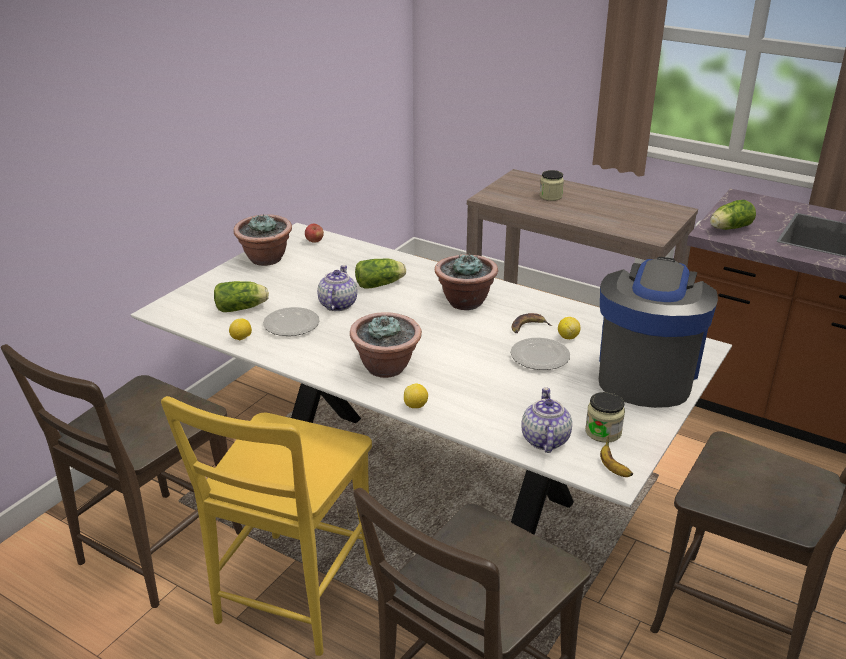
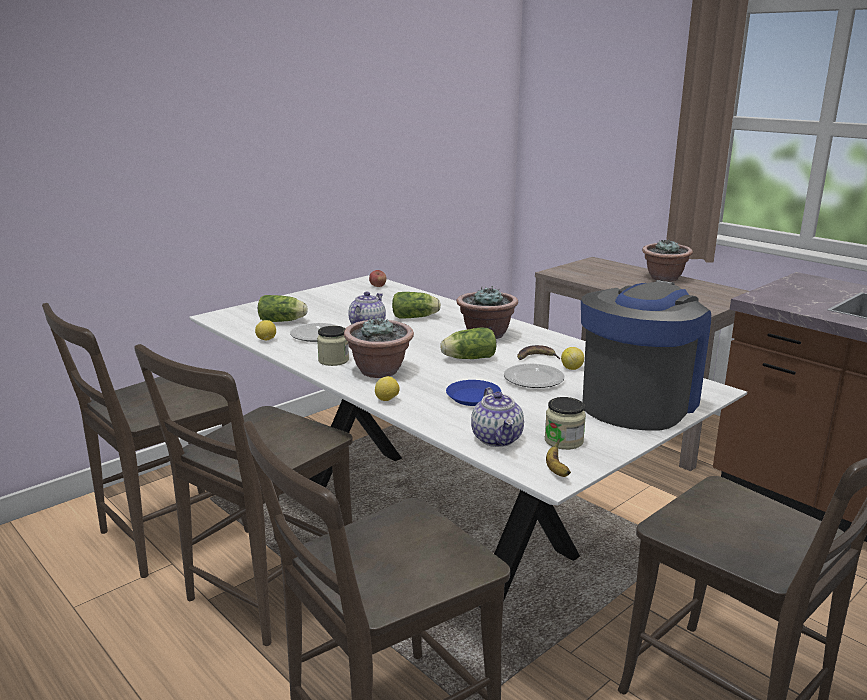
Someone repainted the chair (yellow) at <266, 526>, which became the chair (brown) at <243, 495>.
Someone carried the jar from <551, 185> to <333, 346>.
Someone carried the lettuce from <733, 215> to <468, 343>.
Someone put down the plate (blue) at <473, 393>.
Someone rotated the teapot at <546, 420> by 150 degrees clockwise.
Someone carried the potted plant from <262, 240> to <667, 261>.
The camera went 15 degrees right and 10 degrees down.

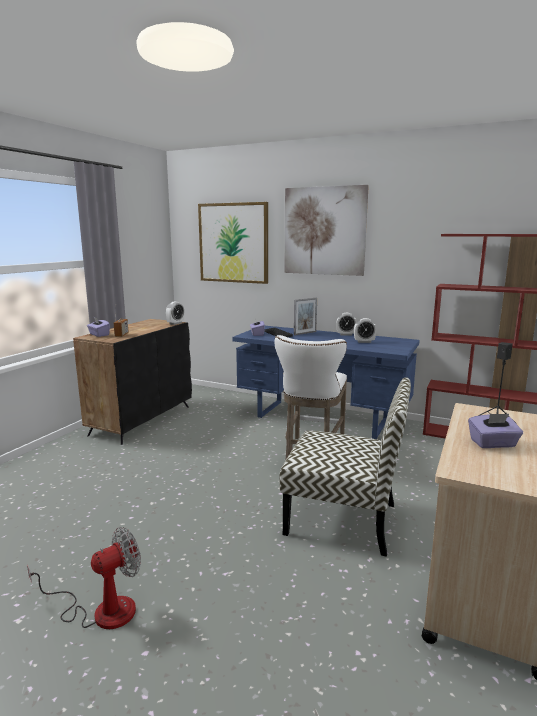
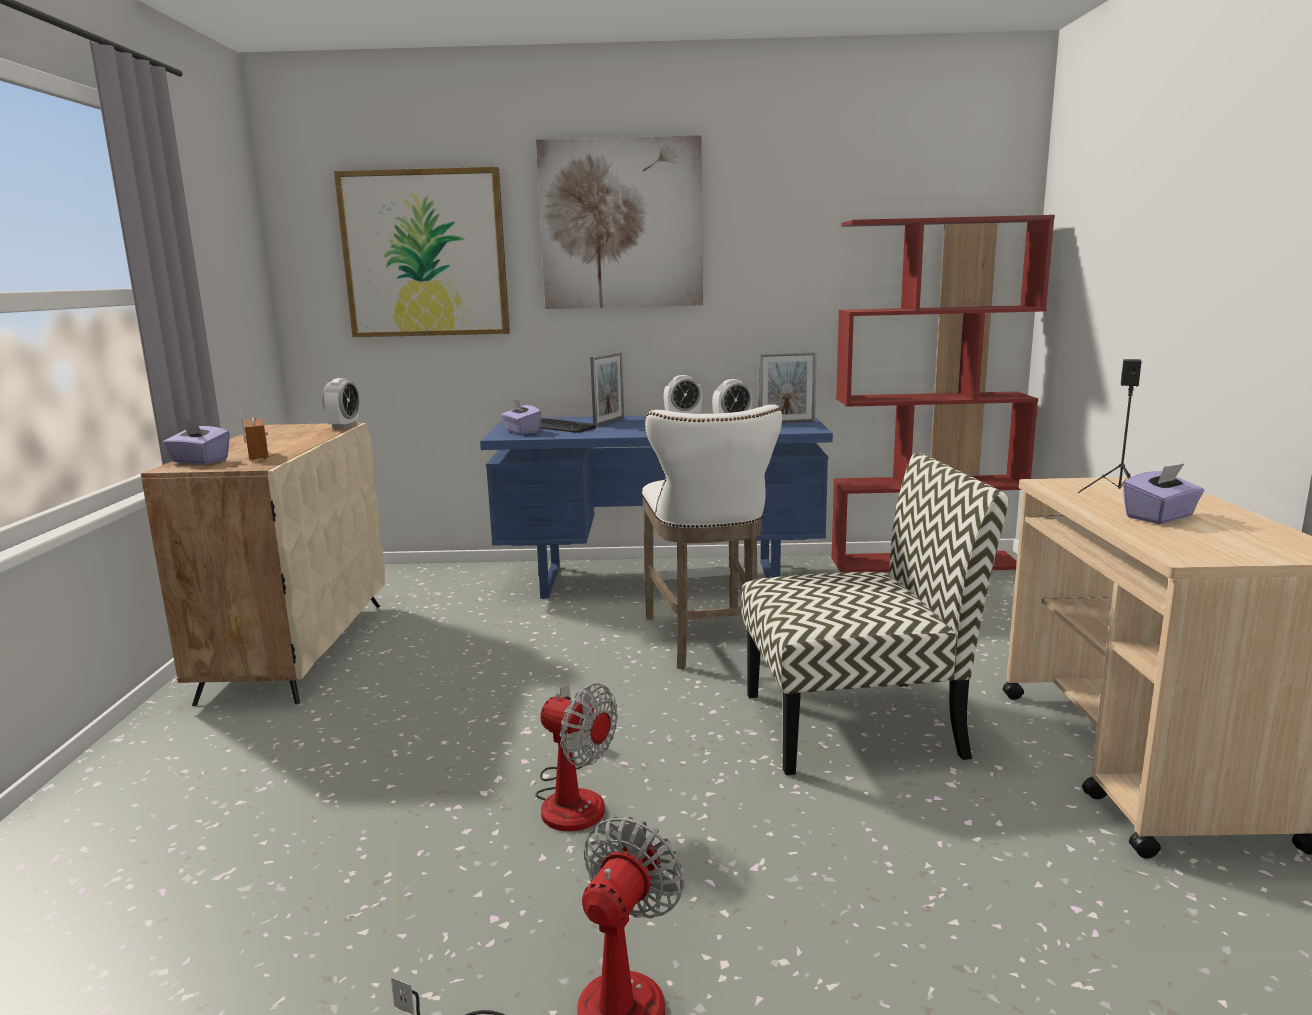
Someone repainted the cabinet (black) at <132, 382>, which became the cabinet (beige) at <263, 564>.
Someone put down the fan at <576, 757>.
Someone put down the picture frame at <787, 387>.
The camera went 25 degrees left and 0 degrees up.

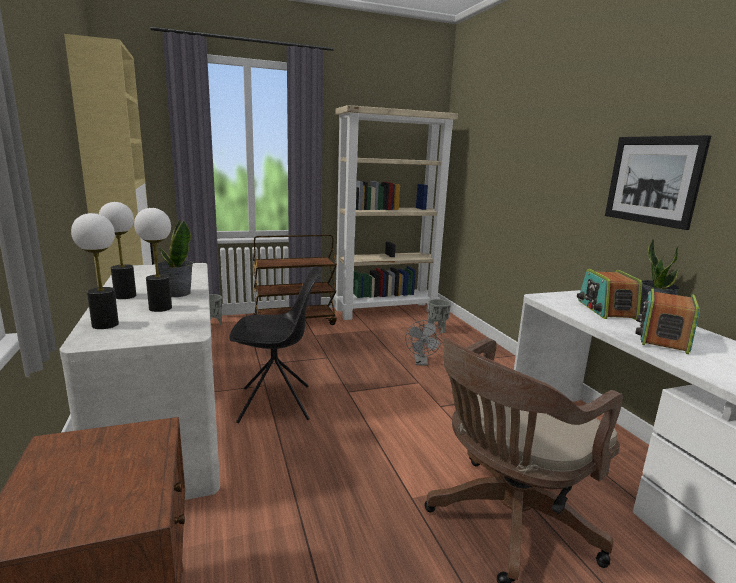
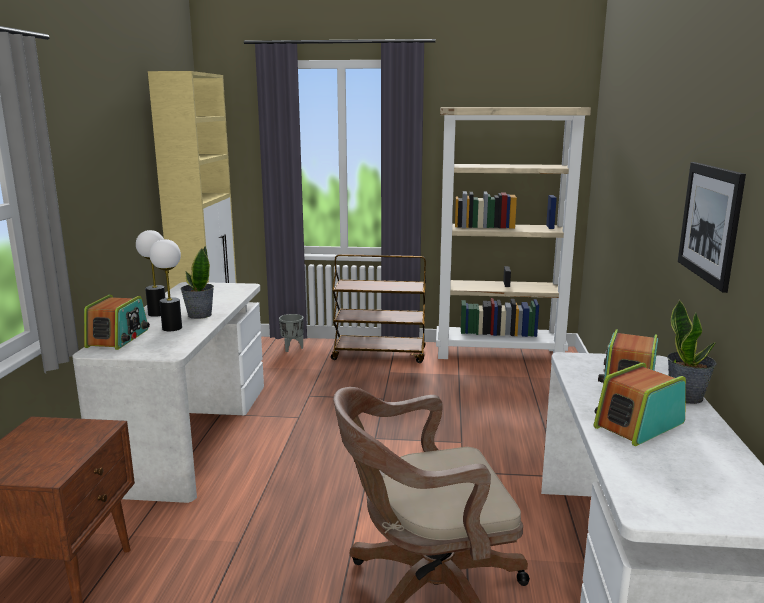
Someone swapped the table lamp at <95, 271> for the radio at <117, 322>.
Someone took away the chair (black) at <275, 344>.
Someone took away the fan (grey) at <423, 343>.
Someone took away the planter (grey) at <439, 316>.
The camera went 25 degrees right and 0 degrees up.

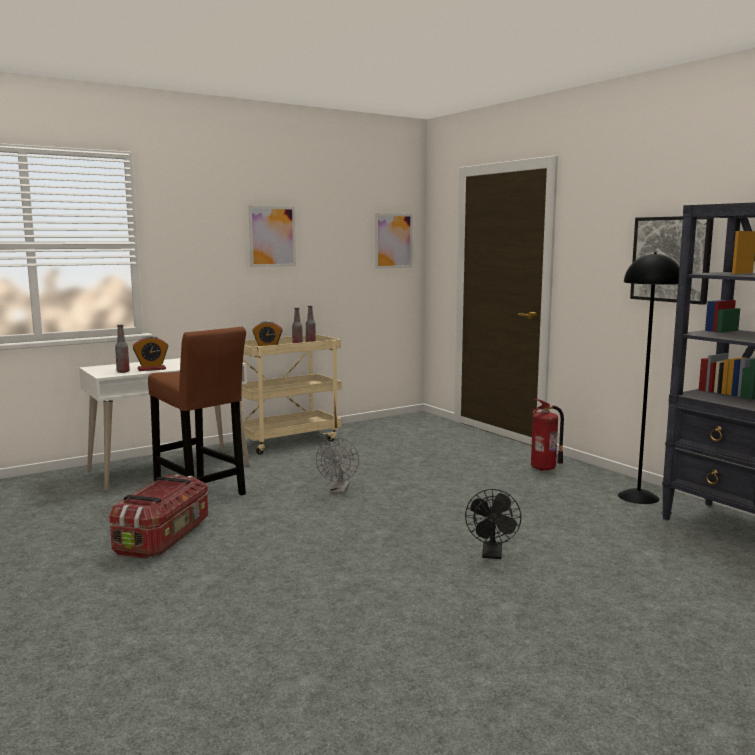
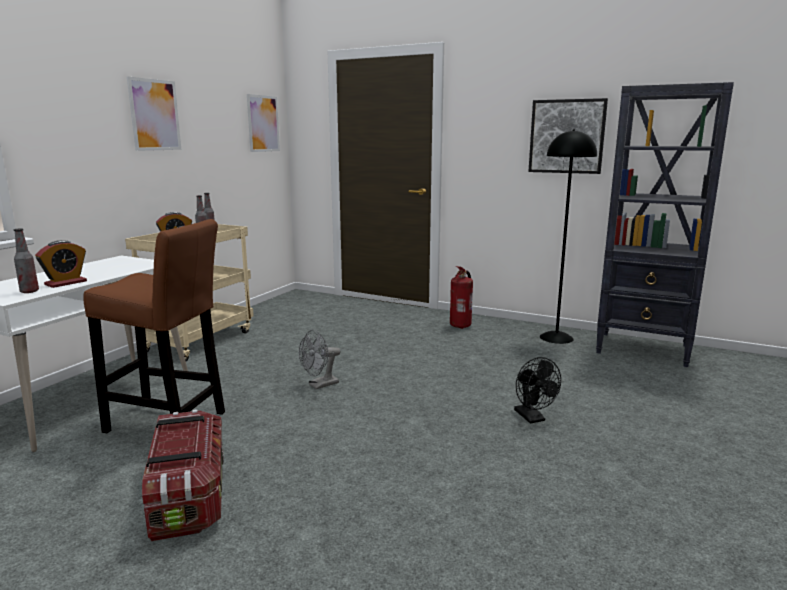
Someone rotated the fan (grey) at <337, 466> by 75 degrees clockwise.
The camera went 30 degrees left and 5 degrees up.

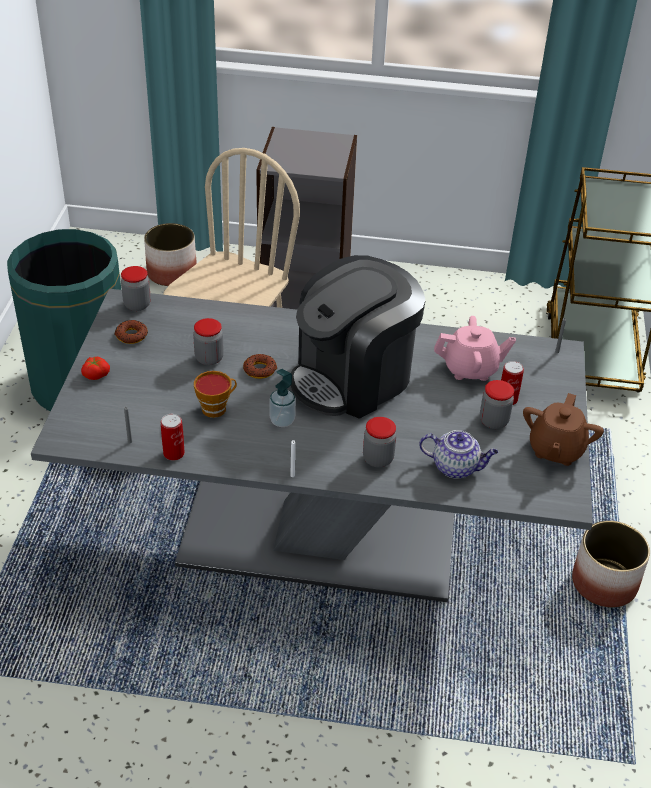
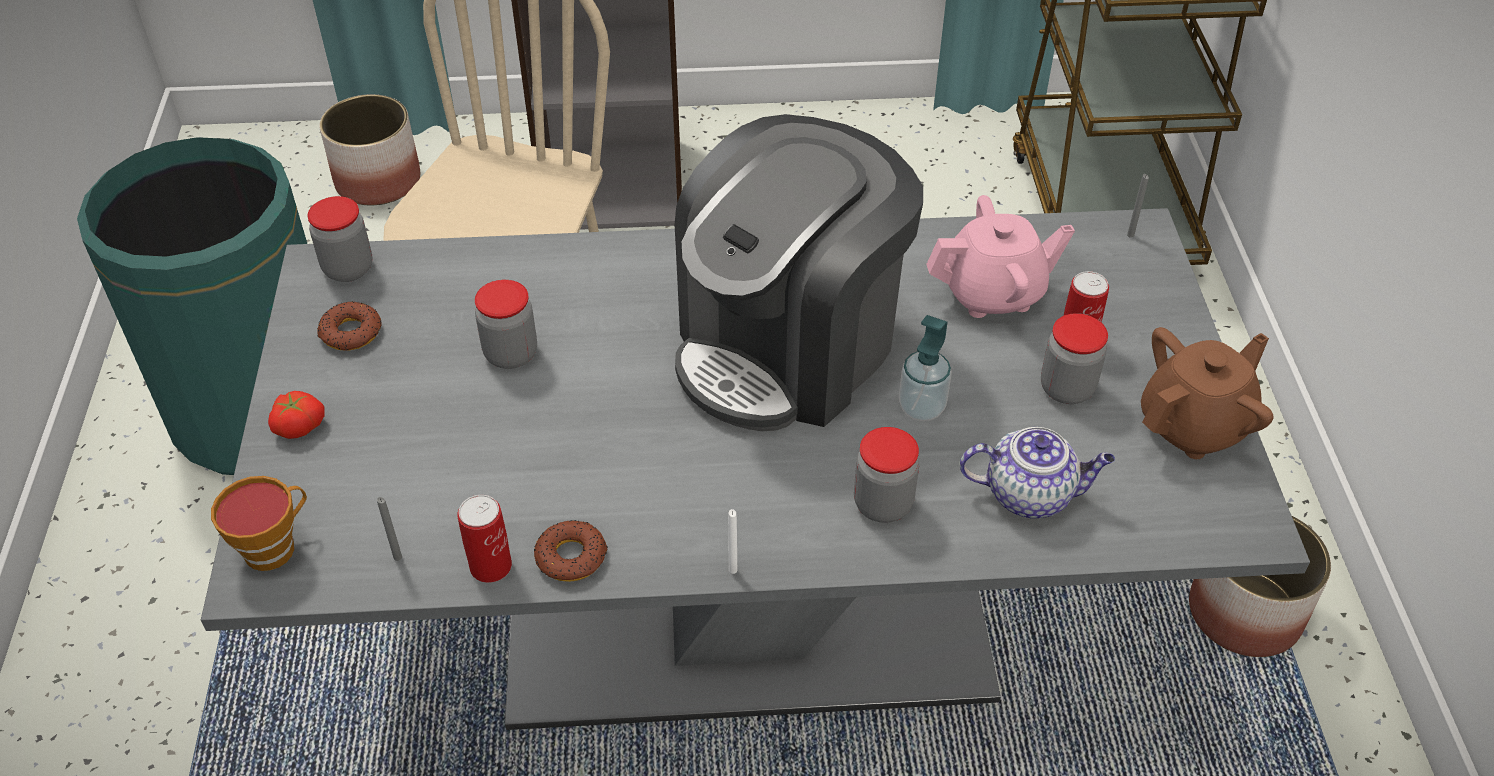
Someone carried the cup from <215, 394> to <259, 523>.
Someone carried the donut from <260, 366> to <571, 551>.
Someone carried the soap dispenser from <282, 398> to <925, 368>.
Someone rotated the teapot (brown) at <563, 429> by 135 degrees counterclockwise.
The camera went 10 degrees left and 5 degrees up.

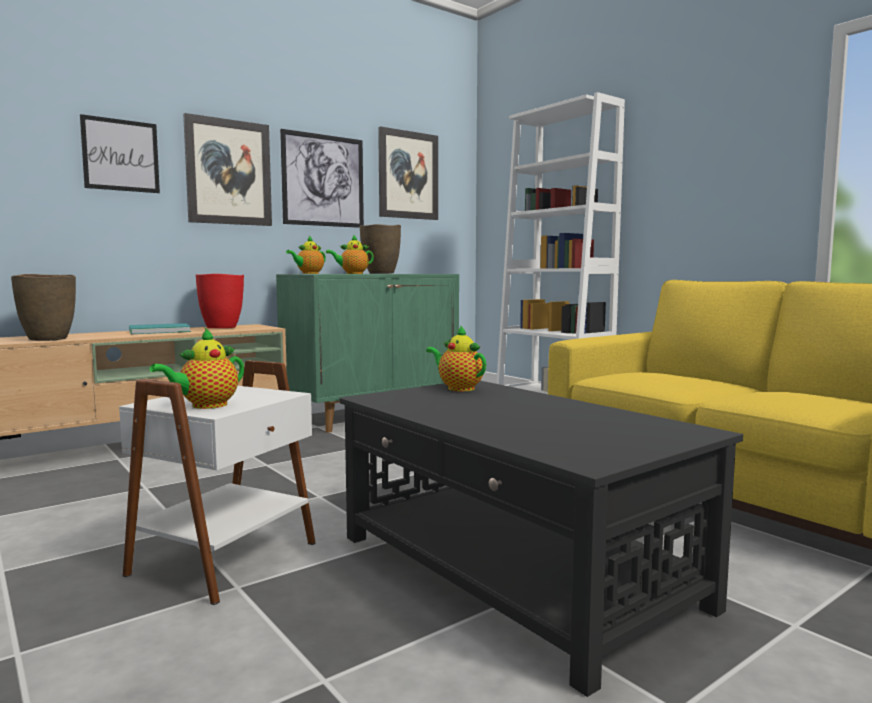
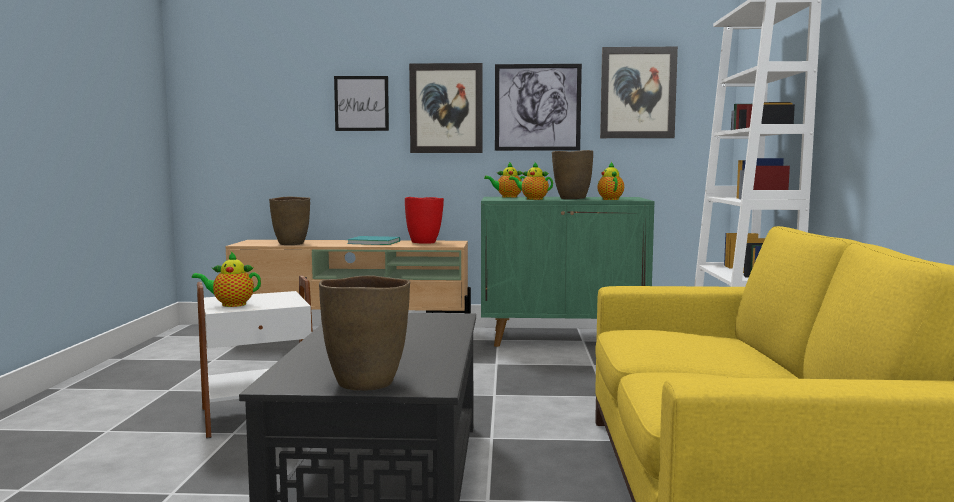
Someone put down the vase (brown) at <364, 333>.
Someone carried the teapot from <456, 358> to <610, 181>.
The camera went 40 degrees right and 0 degrees up.

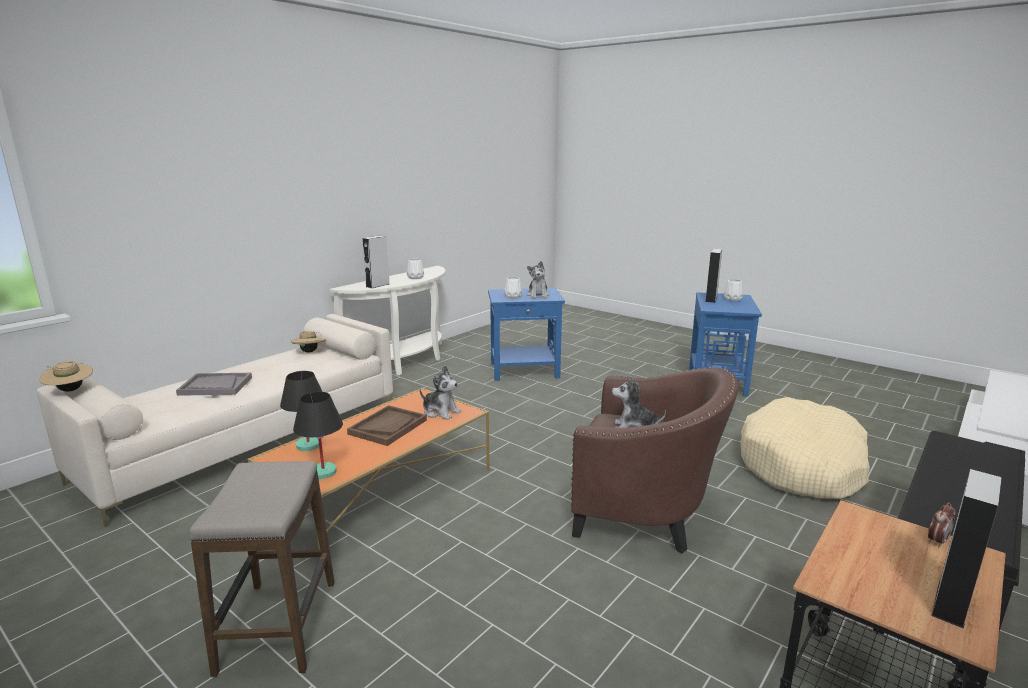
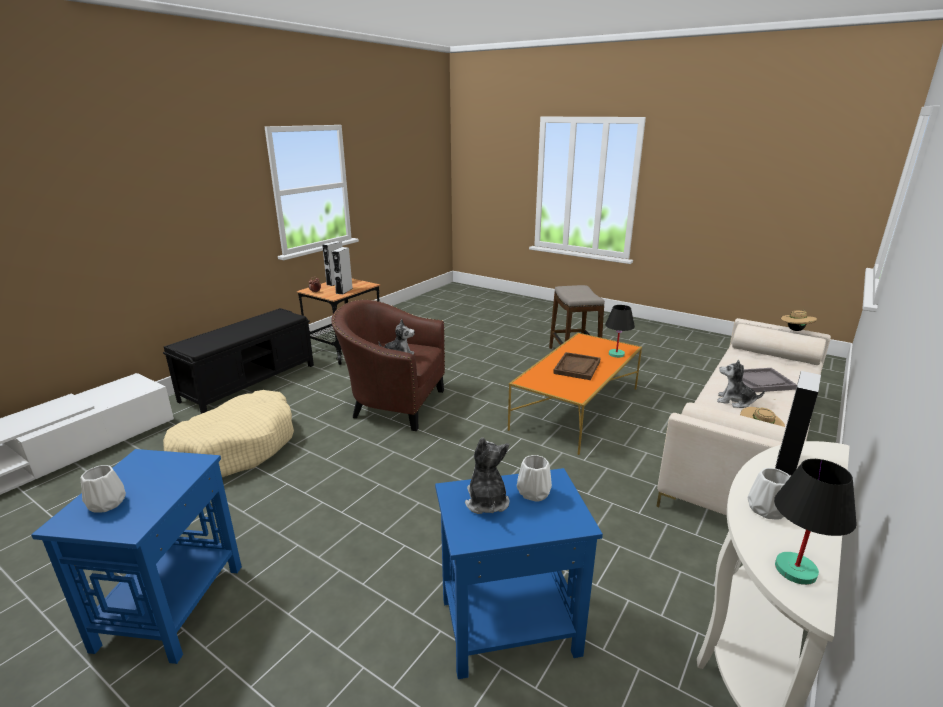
Someone carried the speaker (grey) from <713, 276> to <342, 270>.
Someone carried the plush toy from <440, 393> to <741, 384>.
Someone carried the table lamp (black) from <318, 435> to <815, 522>.
The camera went 175 degrees right and 5 degrees up.

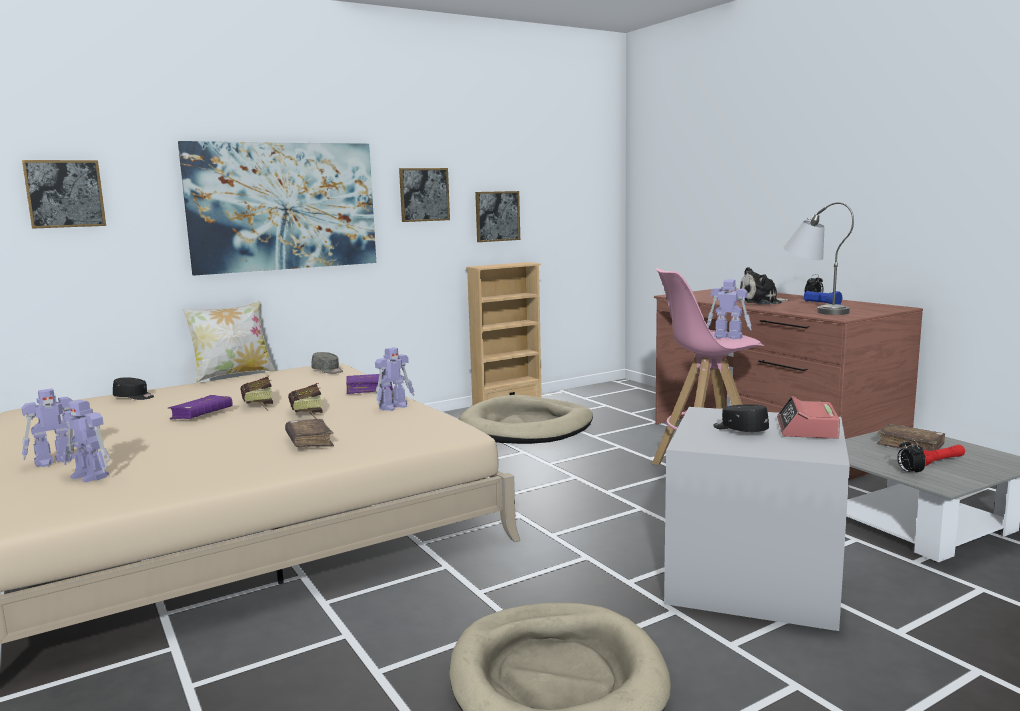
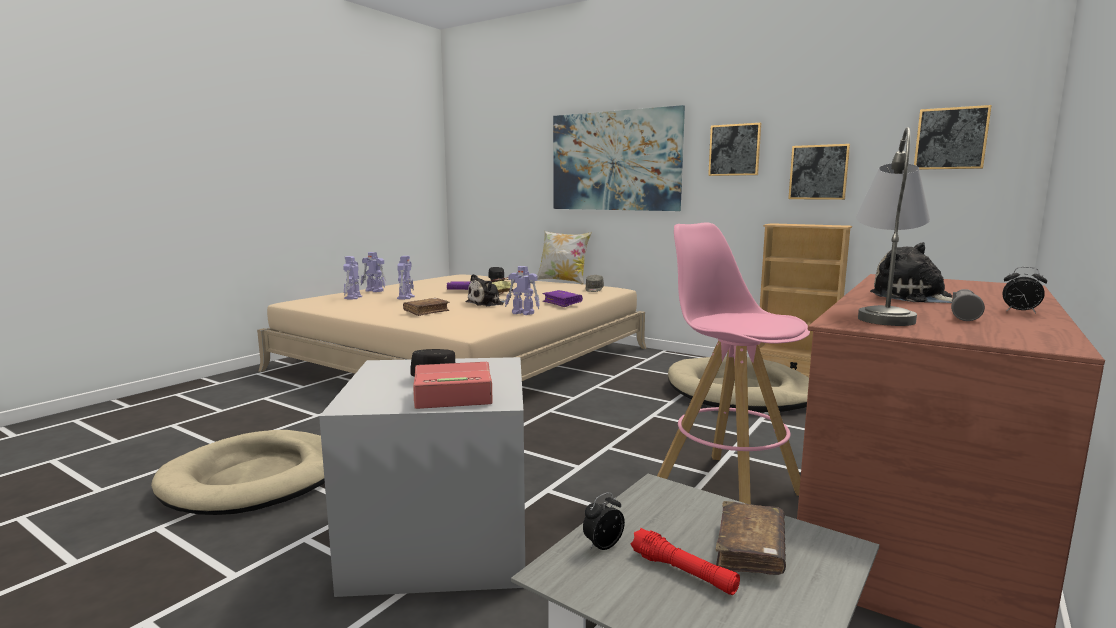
Someone carried the toy robot from <729, 309> to <406, 278>.
Someone swapped the book at <305, 401> for the plush toy at <486, 290>.
Someone carried the picture from <64, 194> to <953, 137>.
Someone repainted the flashlight (blue) at <823, 298>, which became the flashlight (grey) at <968, 305>.
The camera went 65 degrees right and 0 degrees up.

